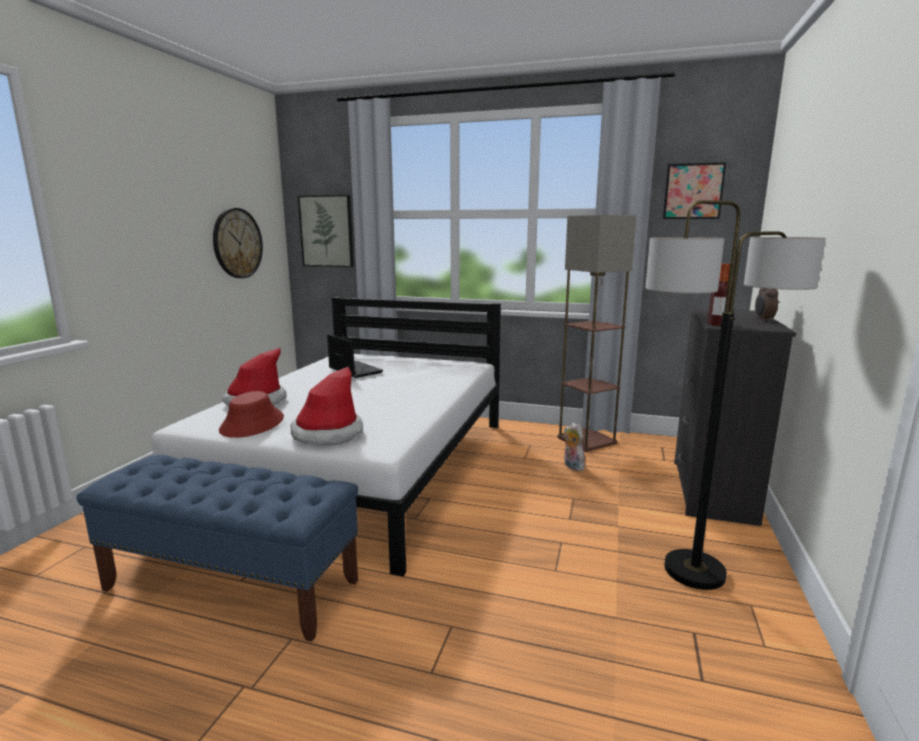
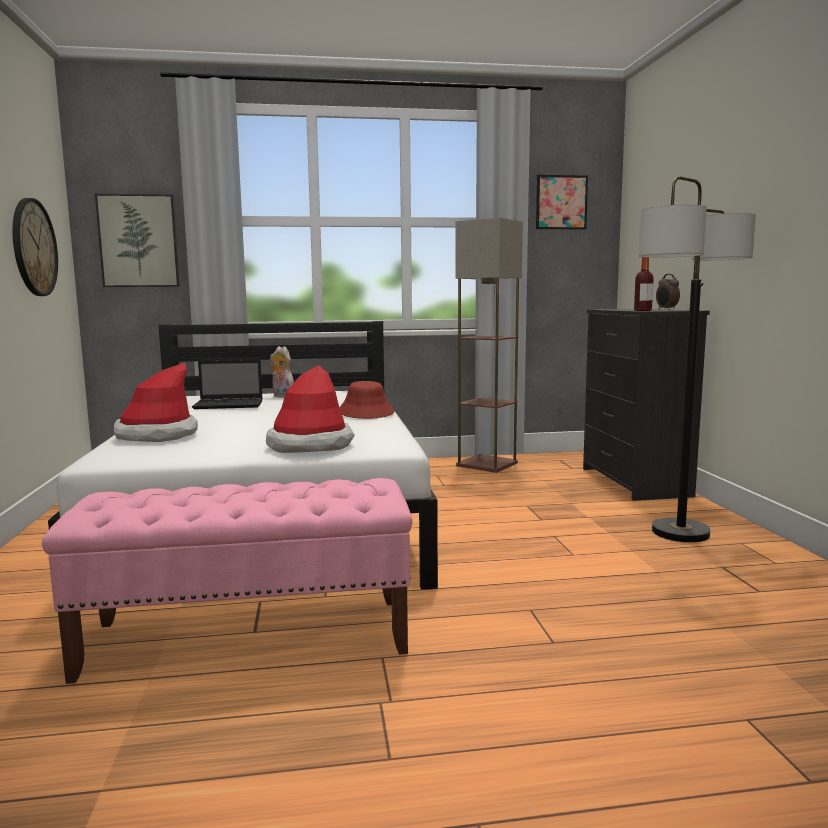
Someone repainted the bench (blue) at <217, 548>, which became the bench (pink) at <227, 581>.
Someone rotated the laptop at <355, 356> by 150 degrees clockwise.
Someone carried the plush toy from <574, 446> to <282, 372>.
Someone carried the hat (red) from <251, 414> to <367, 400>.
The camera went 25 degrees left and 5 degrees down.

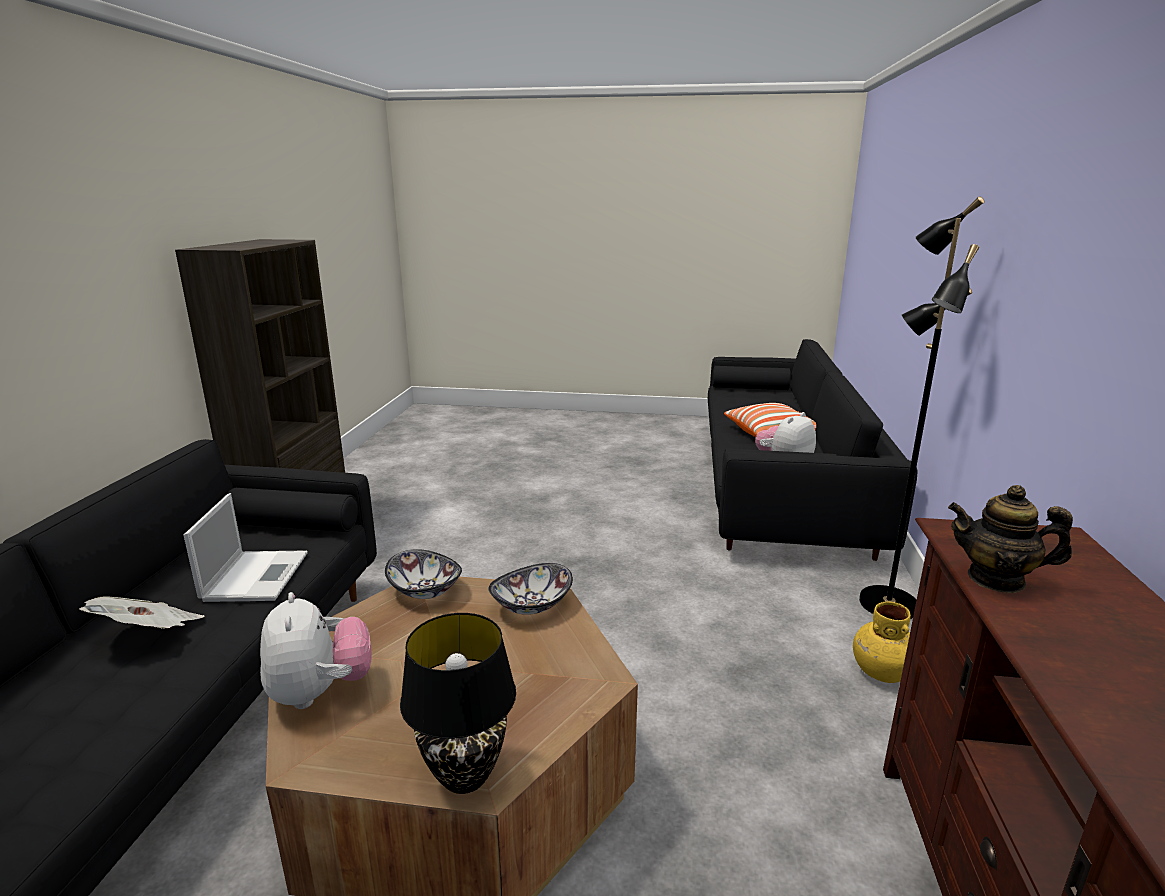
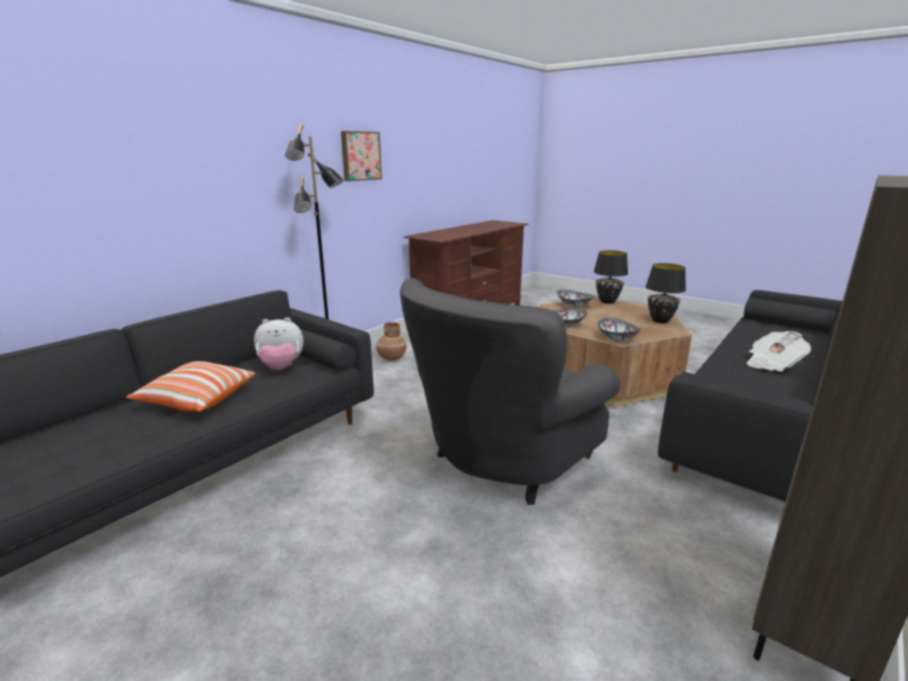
Someone put up the picture at <361, 156>.
Someone repainted the vase (yellow) at <882, 642>, which became the vase (brown) at <391, 341>.
Someone put down the armchair (grey) at <510, 391>.
Someone put down the bowl at <575, 298>.
Someone swapped the plush toy at <315, 650> for the table lamp (black) at <666, 293>.
Someone took away the laptop at <246, 547>.
Someone took away the teapot at <1010, 539>.
The camera went 150 degrees left and 0 degrees up.

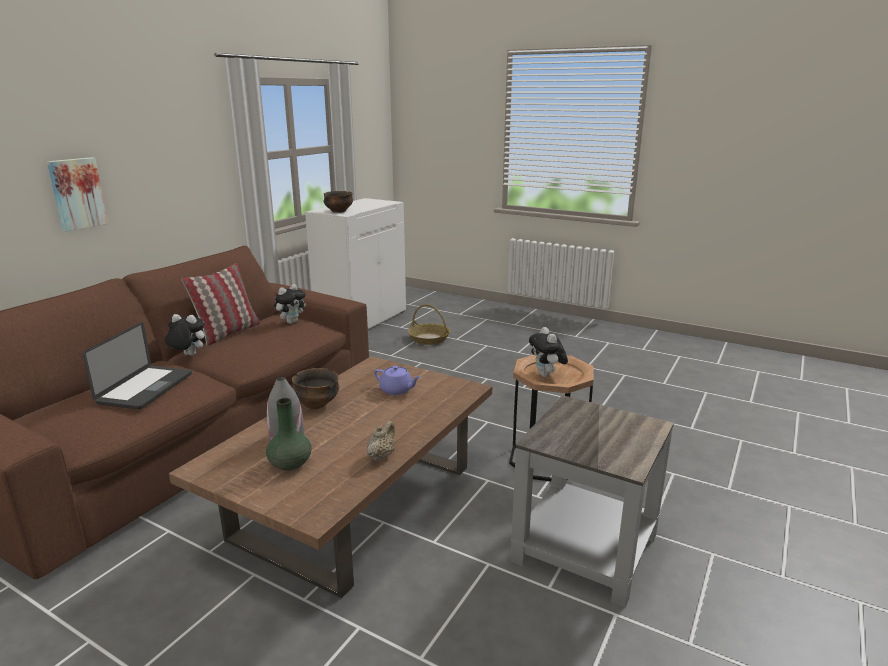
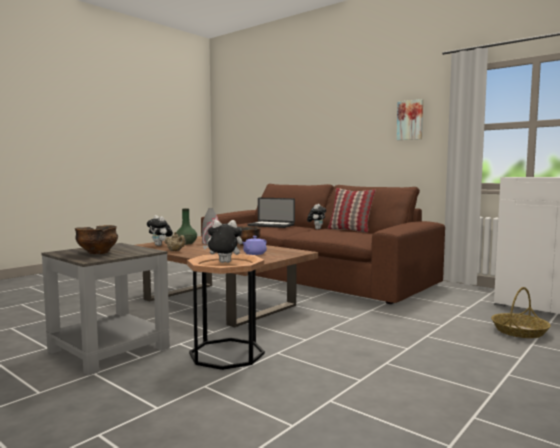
Someone carried the bowl from <338, 202> to <96, 239>.
Someone carried the plush toy from <290, 304> to <160, 230>.
Someone carried the picture from <77, 194> to <410, 119>.
The camera went 100 degrees right and 15 degrees down.

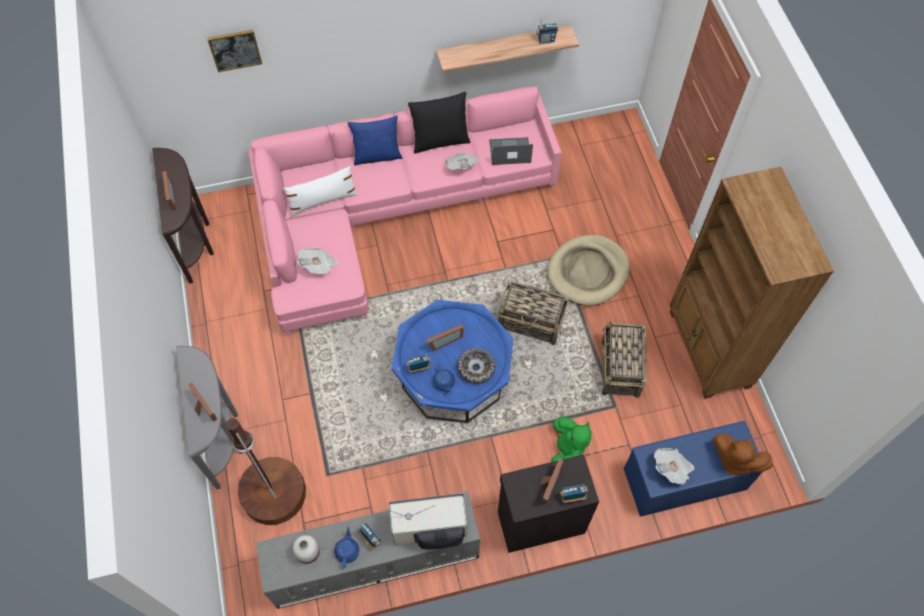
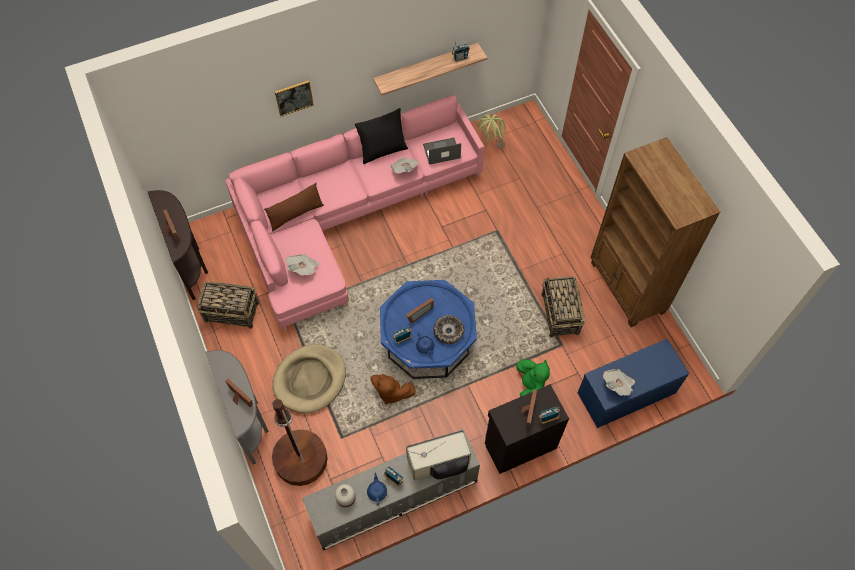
Someone carried the basket from <533, 313> to <227, 305>.
Someone repainted the pillow (white) at <320, 191>, which became the pillow (brown) at <294, 207>.
Someone carried the dog bed (beige) from <588, 270> to <309, 378>.
Someone carried the picture from <234, 51> to <294, 98>.
Someone carried the plush toy (brown) from <743, 455> to <393, 389>.
Someone put down the potted plant at <491, 131>.
Someone took away the pillow (blue) at <375, 140>.
The camera went 10 degrees left and 0 degrees up.

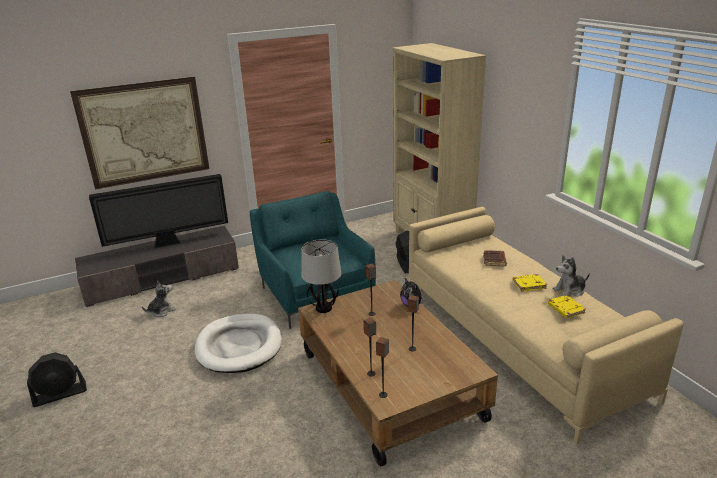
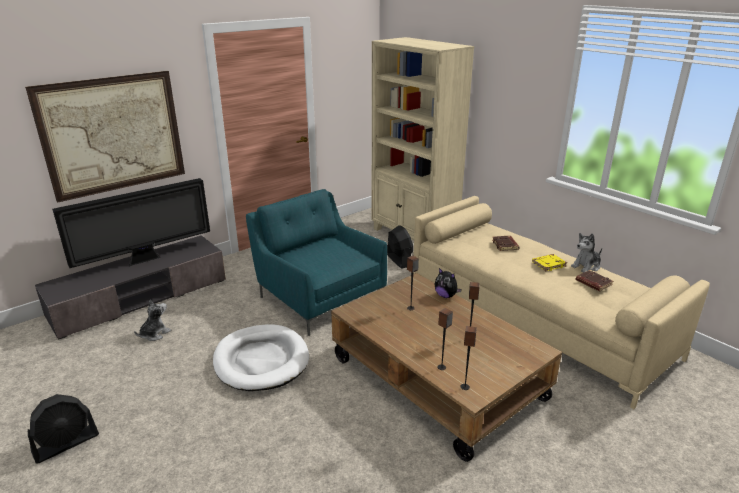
Someone repainted the book (yellow) at <566, 306>, which became the book (brown) at <594, 280>.
Someone took away the table lamp at <321, 276>.
The camera went 15 degrees left and 0 degrees up.

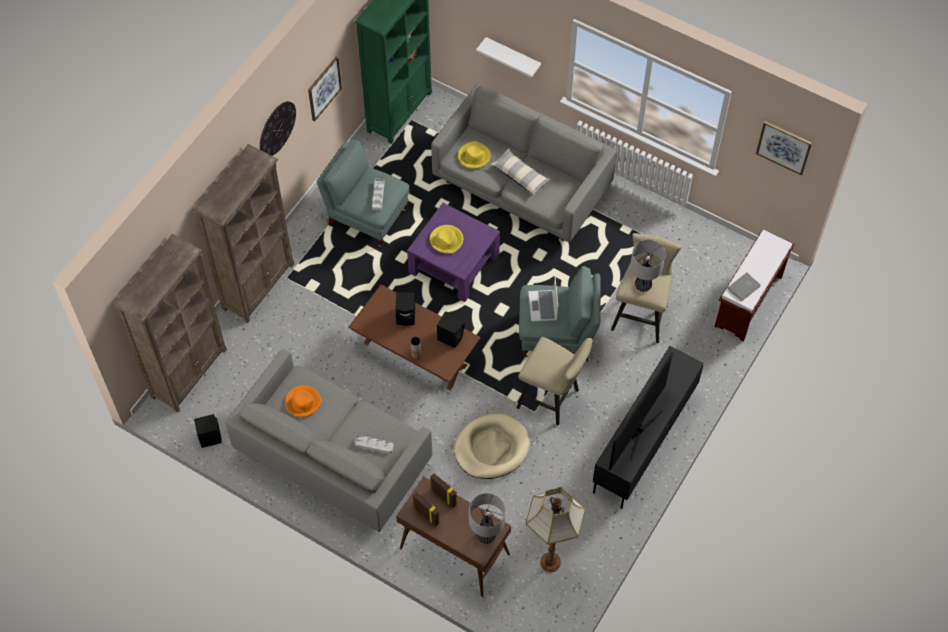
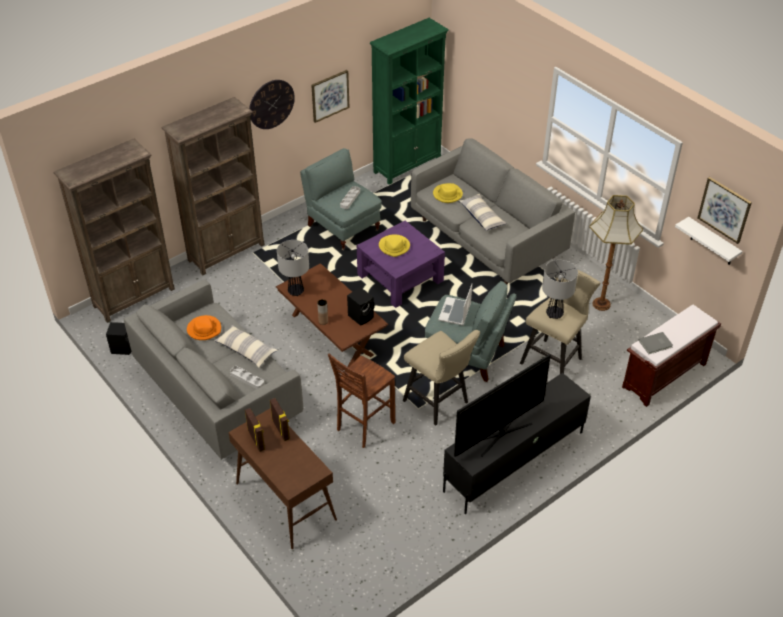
Someone put down the pillow at <246, 346>.
Someone carried the table lamp from <487, 518> to <293, 268>.
Someone swapped the dog bed (beige) at <492, 446> for the stool (brown) at <361, 400>.
Someone carried the floor lamp from <556, 529> to <616, 253>.
Someone carried the shelf (white) from <508, 57> to <708, 241>.
Someone took away the speaker (black) at <405, 309>.
The camera went 20 degrees right and 15 degrees down.

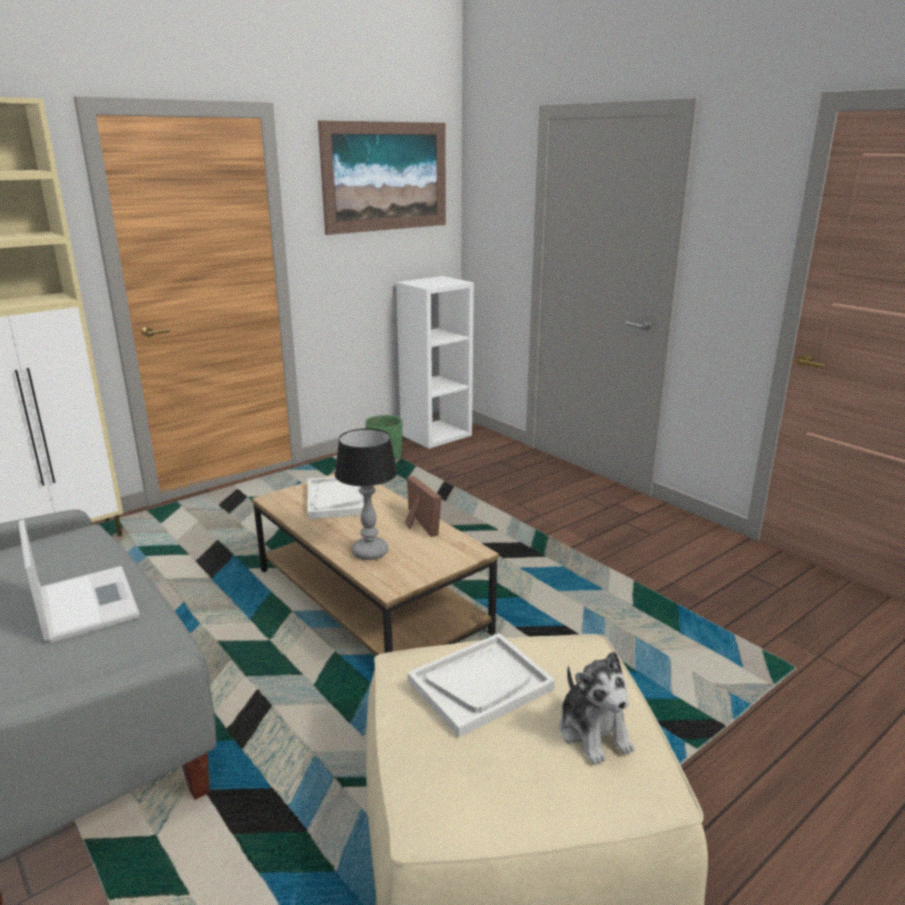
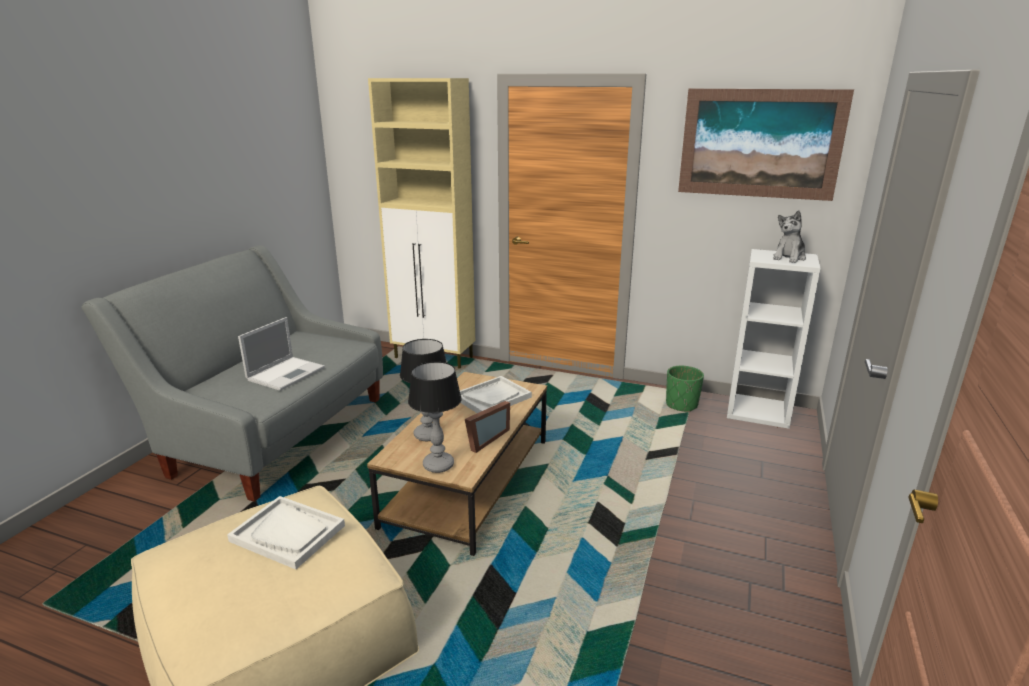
Someone put down the table lamp at <435, 417>.
Someone carried the plush toy from <597, 708> to <789, 236>.
The camera went 60 degrees right and 0 degrees up.

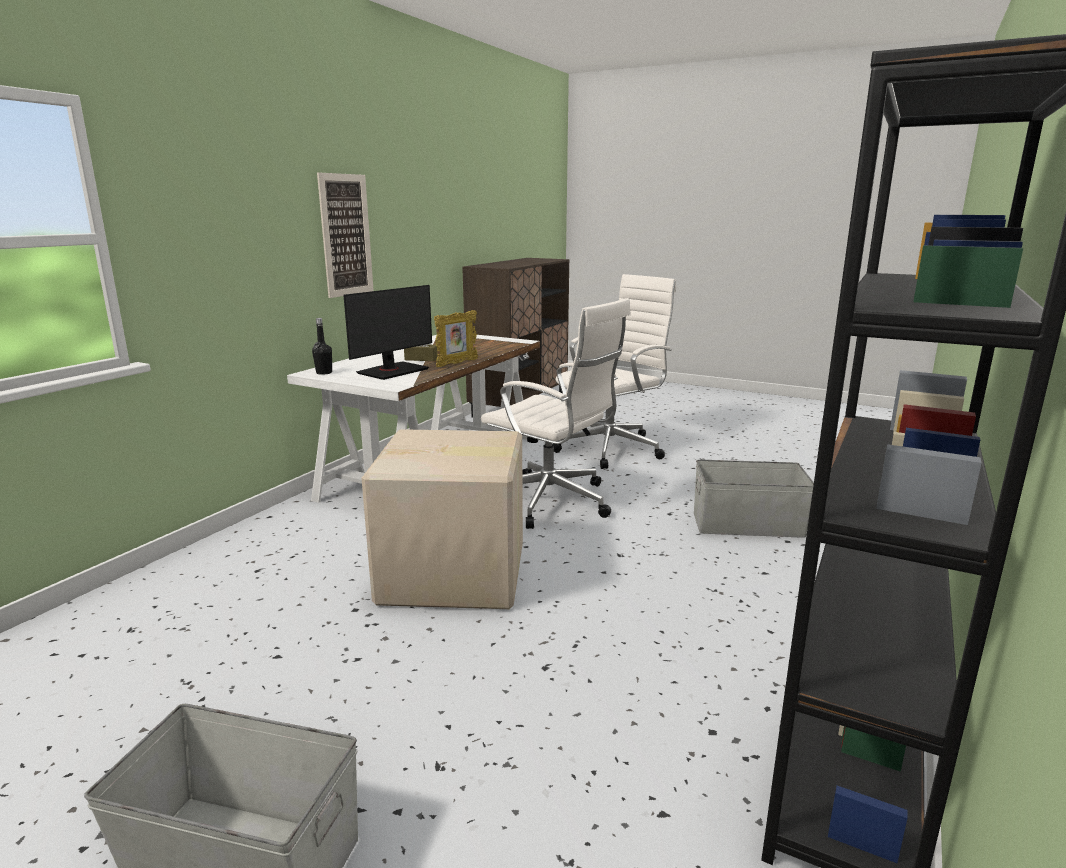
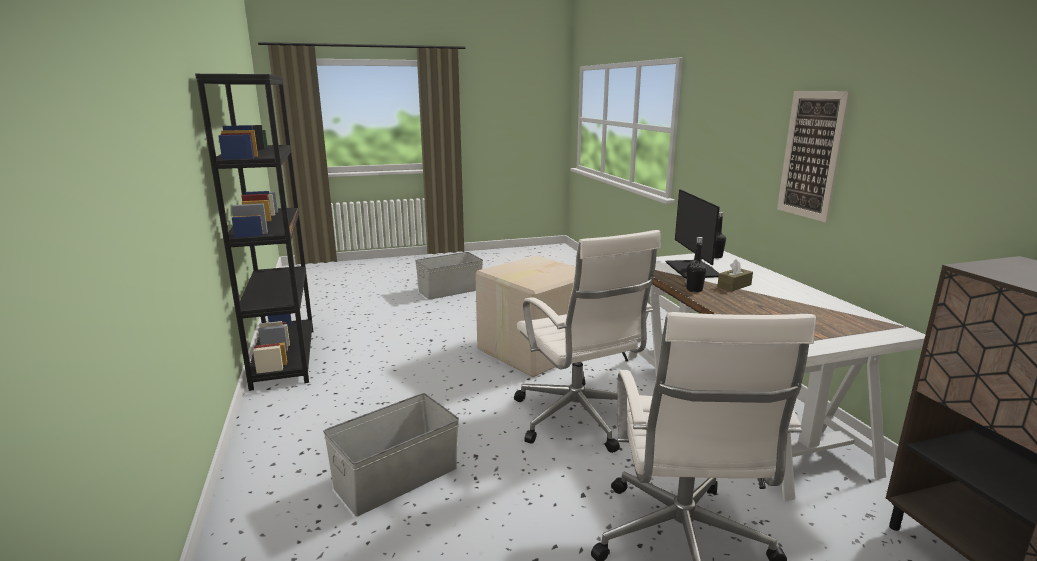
Someone rotated the office chair (white) at <556, 413> by 105 degrees counterclockwise.
Someone swapped the picture frame at <456, 338> for the bottle (black) at <697, 264>.
The camera went 135 degrees right and 0 degrees up.

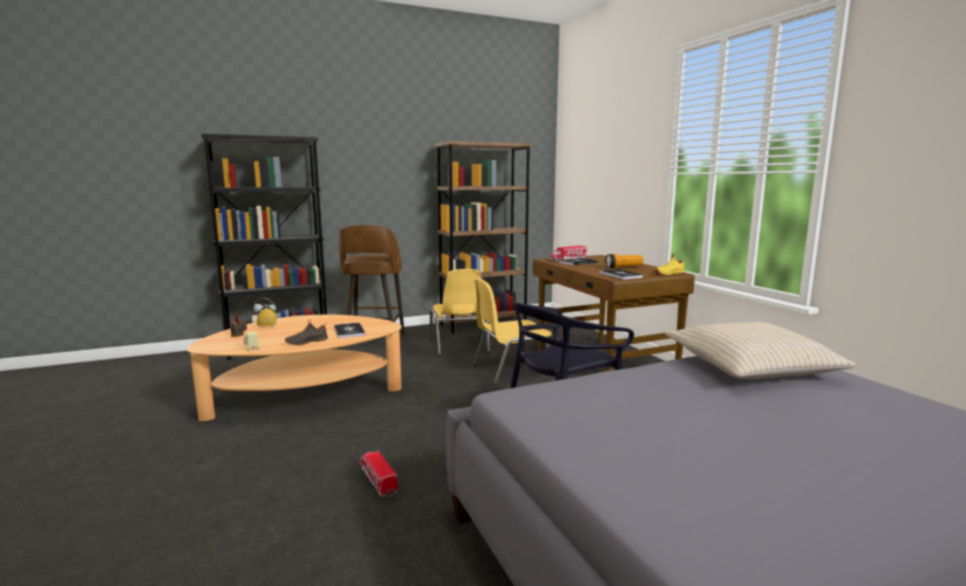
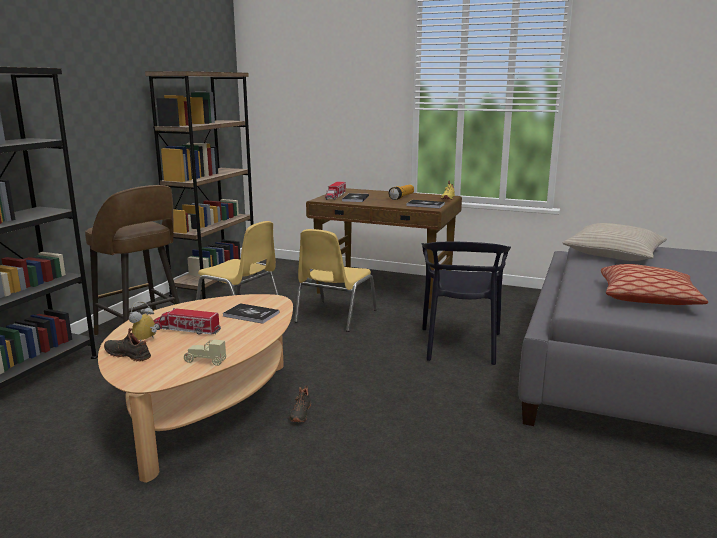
Someone carried the toy truck from <378, 474> to <187, 321>.
Someone carried the shoe (black) from <306, 332> to <300, 404>.
Someone put down the pillow at <654, 284>.
The camera went 45 degrees left and 5 degrees up.

